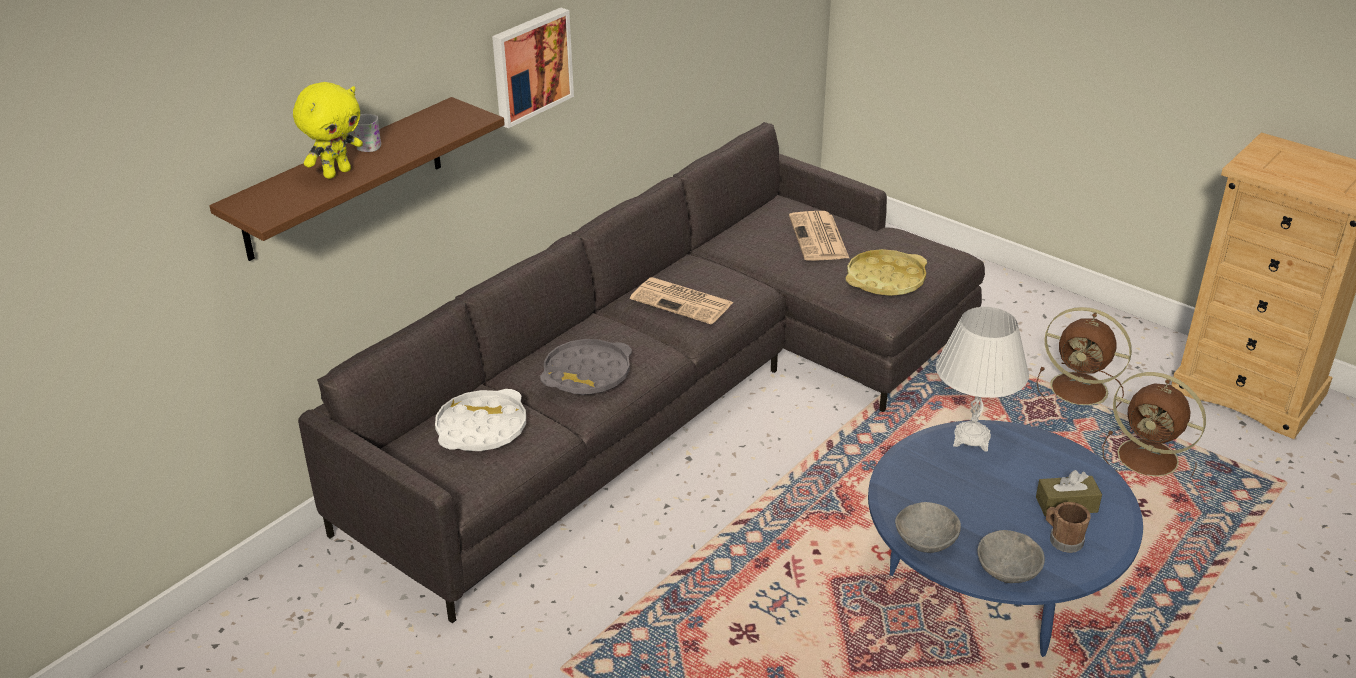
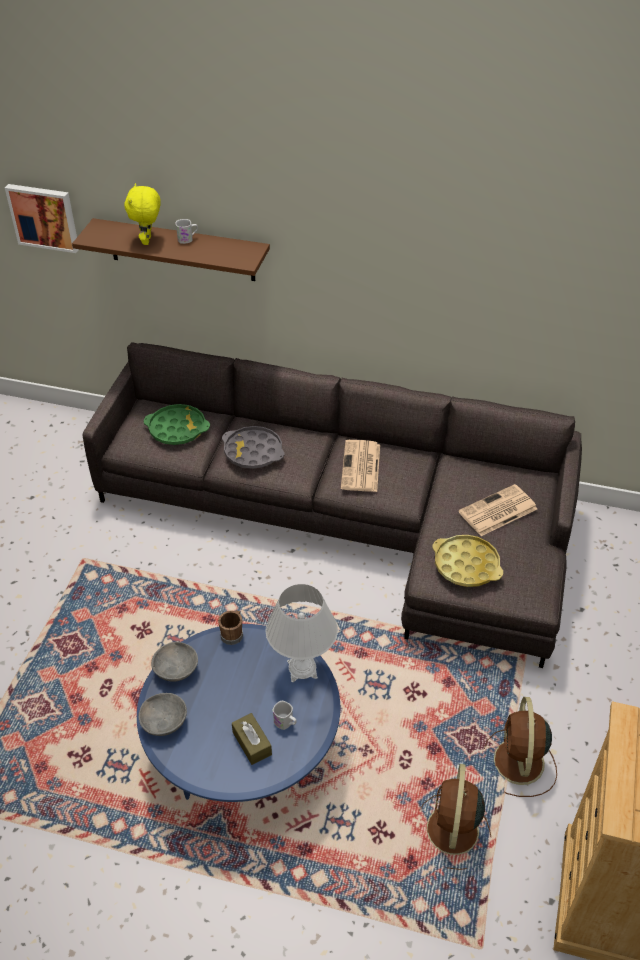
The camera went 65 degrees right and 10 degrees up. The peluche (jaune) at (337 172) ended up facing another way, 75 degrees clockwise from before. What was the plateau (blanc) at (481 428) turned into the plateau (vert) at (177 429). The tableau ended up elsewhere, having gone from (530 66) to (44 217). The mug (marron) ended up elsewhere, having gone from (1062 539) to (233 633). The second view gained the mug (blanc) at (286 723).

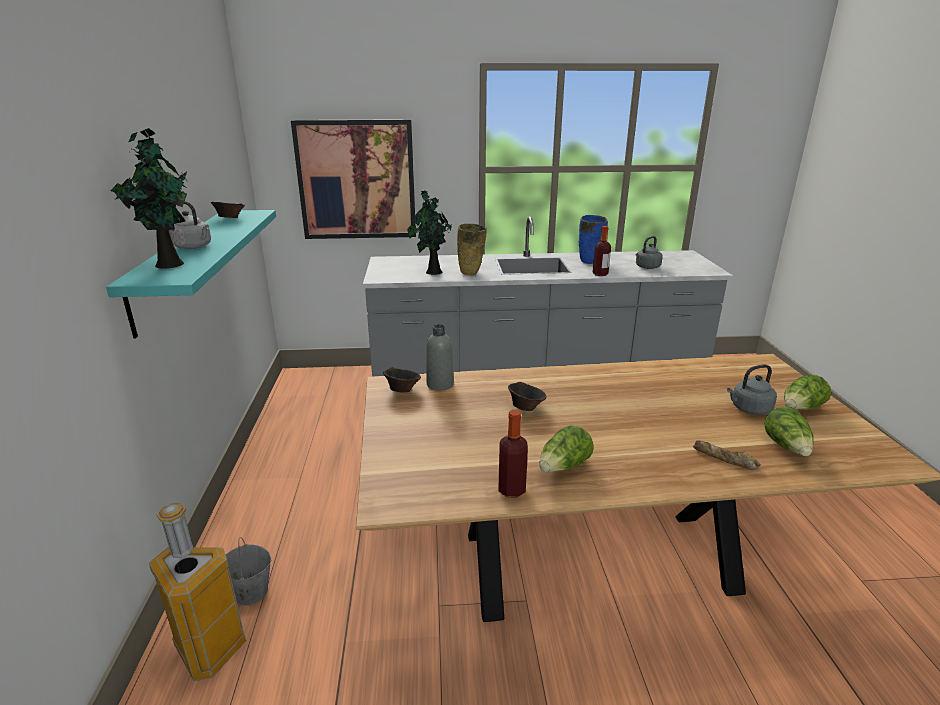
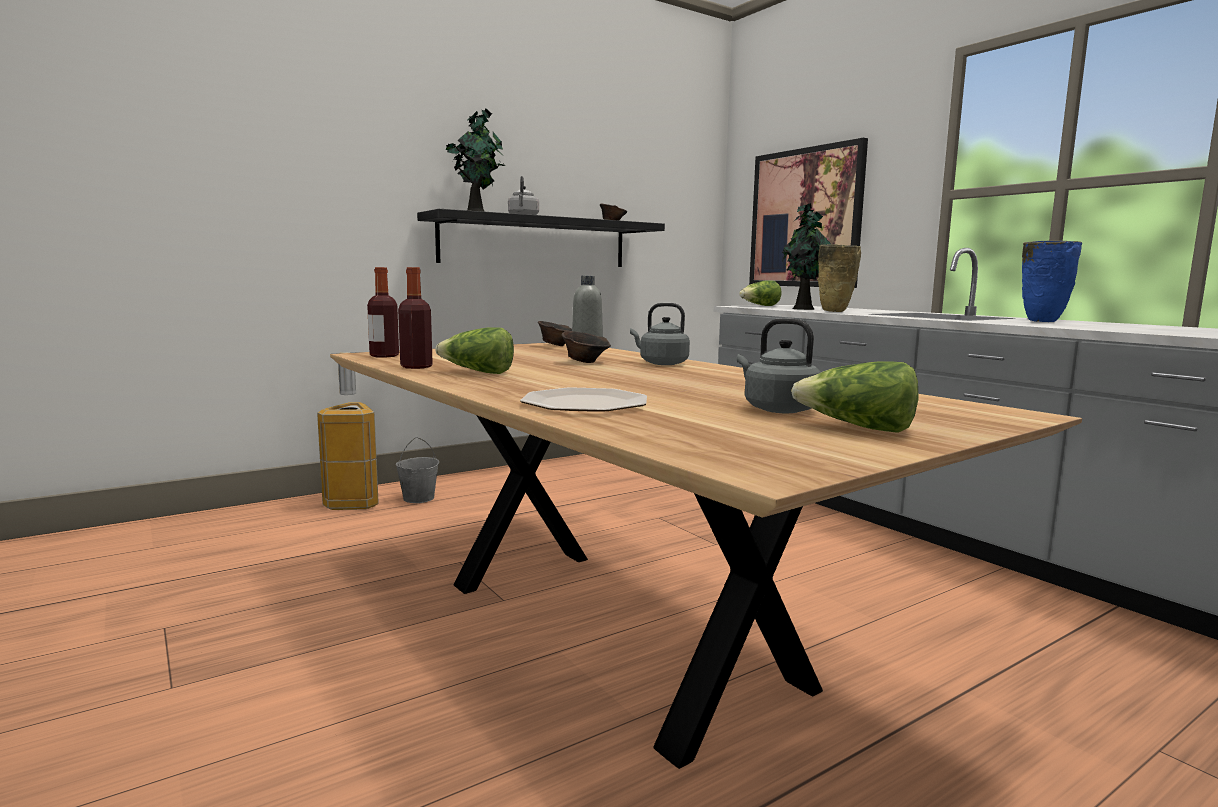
The camera went 60 degrees right and 15 degrees down. What was the étagère (turquoise) at (182 265) turned into the étagère (noir) at (535 242). The bouteille ended up elsewhere, having gone from (600 274) to (384 356). The bouilloire (gris) ended up elsewhere, having gone from (646 267) to (661 363). Where the pain stood at (725 459), the assiette came to stand at (586 404). The laitue ended up elsewhere, having gone from (787 447) to (760 306).

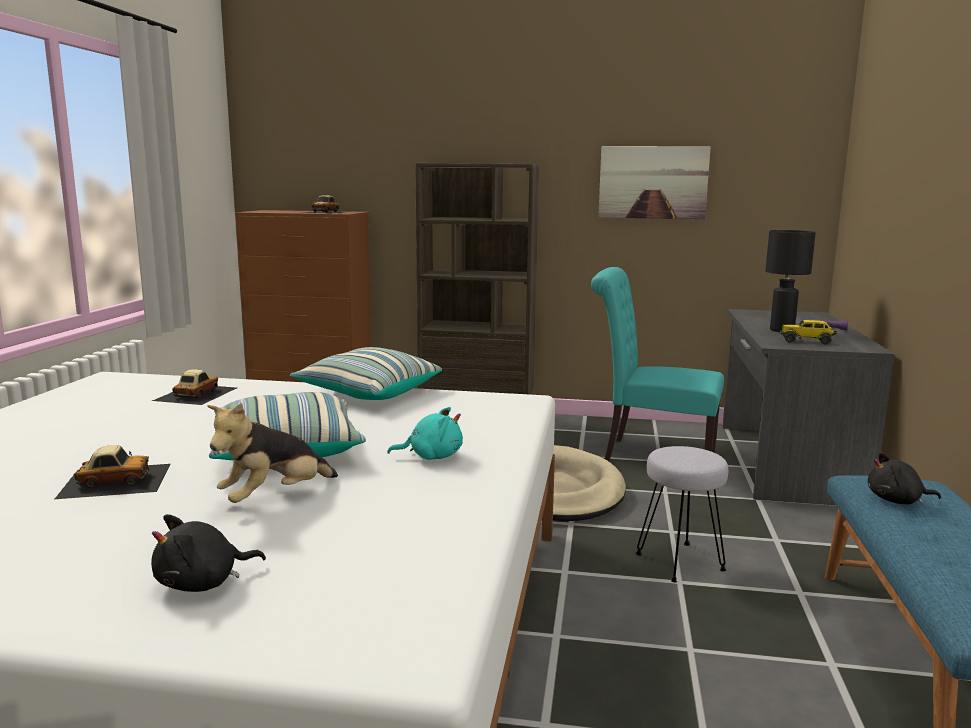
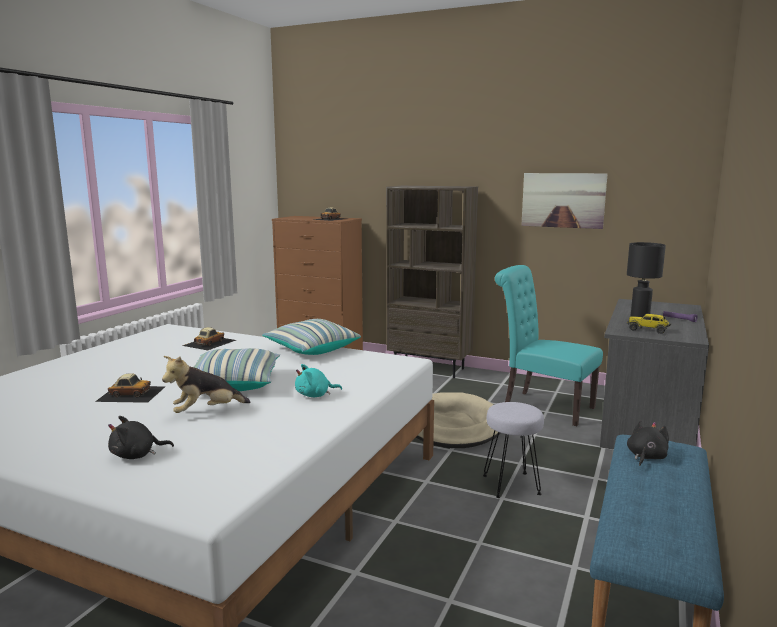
The camera went 15 degrees right and 0 degrees up. The peluche (turquoise) at (431 456) ended up facing another way, 150 degrees clockwise from before. The peluche (noir) at (897 501) ended up facing another way, 105 degrees clockwise from before.

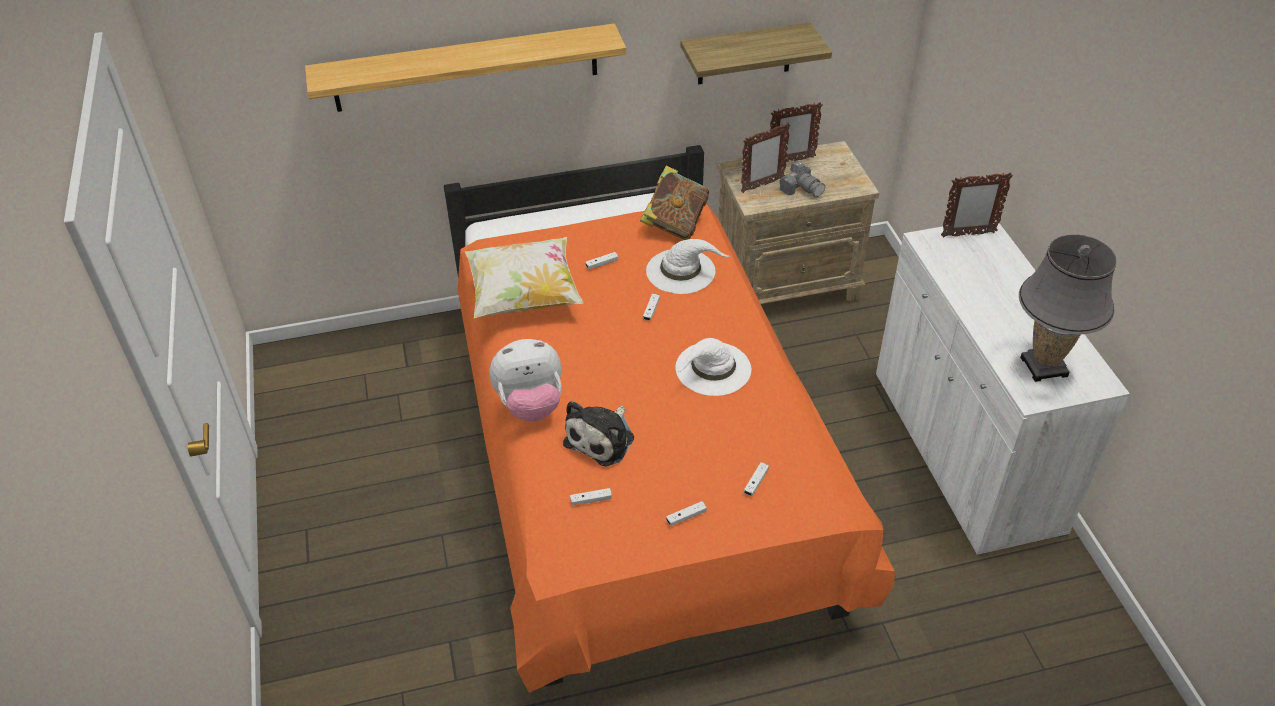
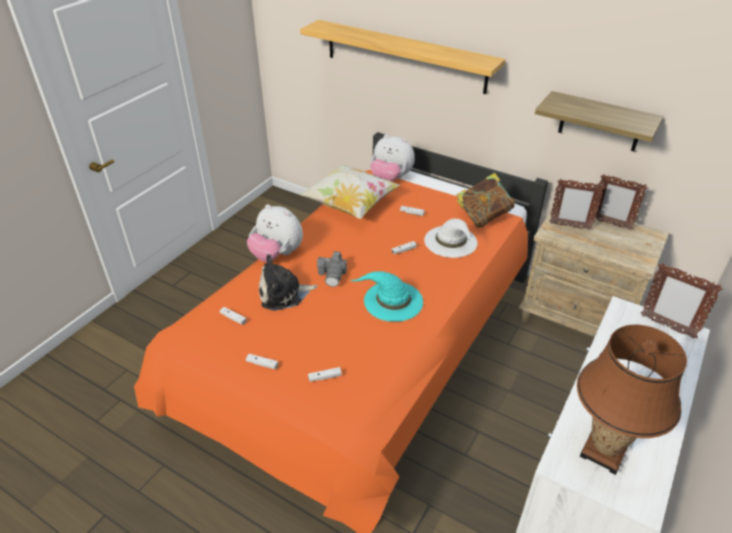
The camera went 45 degrees right and 5 degrees down. What was the chapeau (blanc) at (712 369) turned into the chapeau (turquoise) at (392 301). The appareil photo ended up elsewhere, having gone from (801 188) to (333 275). What was the lampe de table (gris) at (1044 366) turned into the lampe de table (marron) at (603 452). The second view gained the peluche at (390 179).

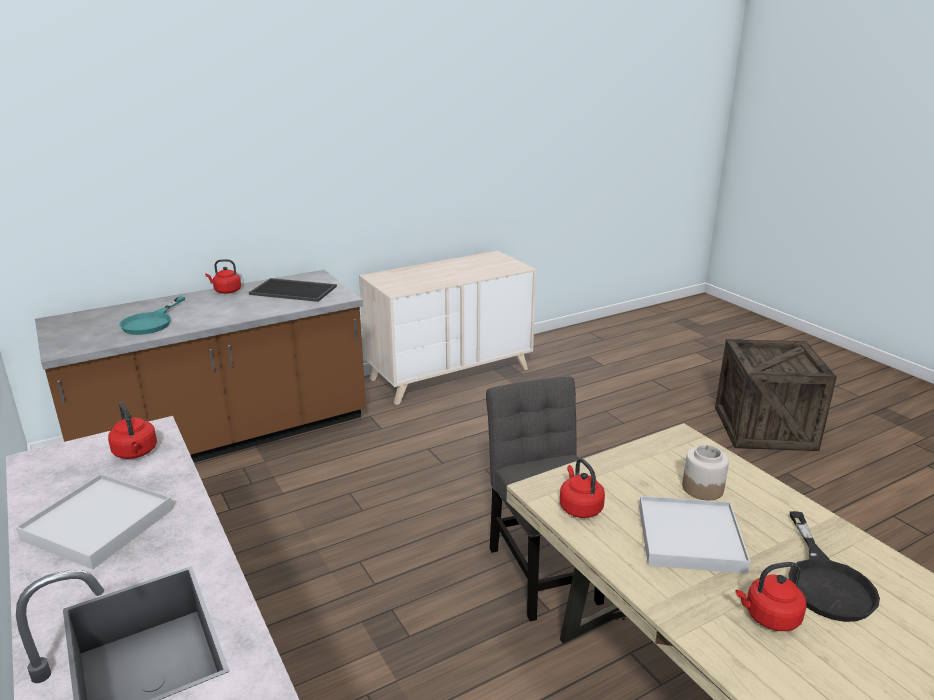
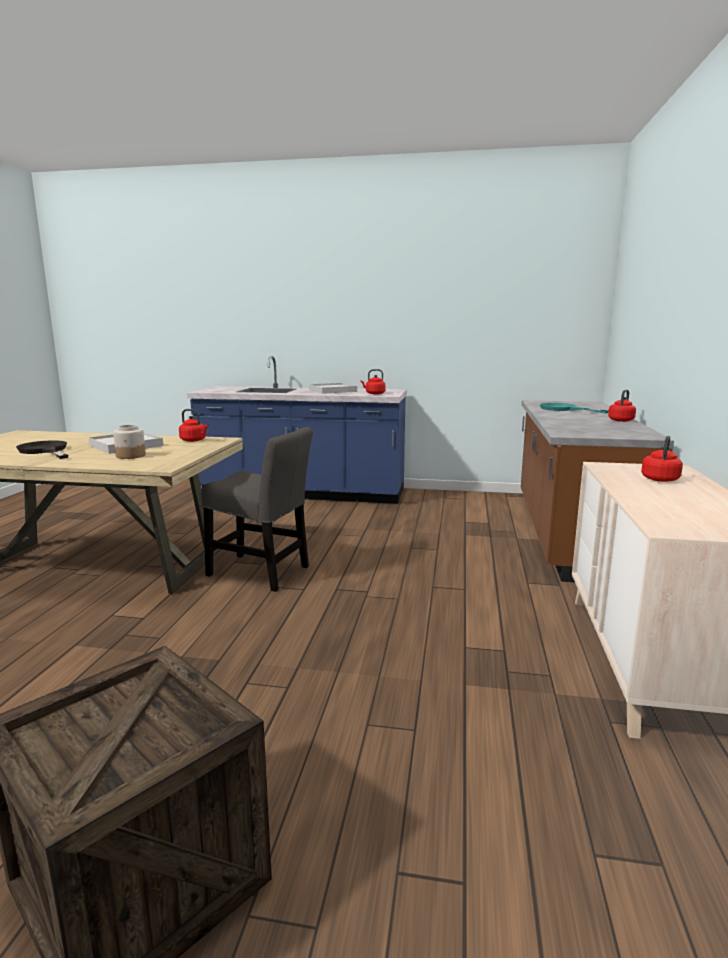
The camera went 130 degrees right and 10 degrees down. The second view lost the plateau at (294 290). The bouilloire (rouge) ended up elsewhere, having gone from (769 617) to (660 479).

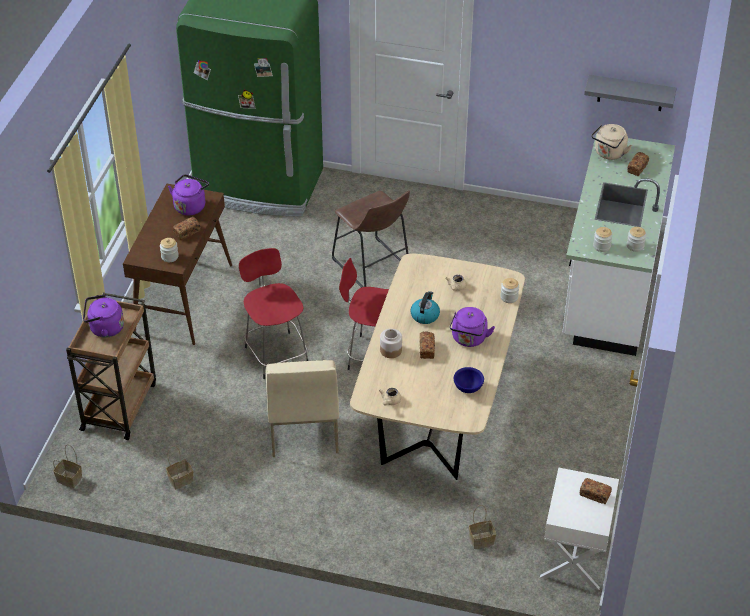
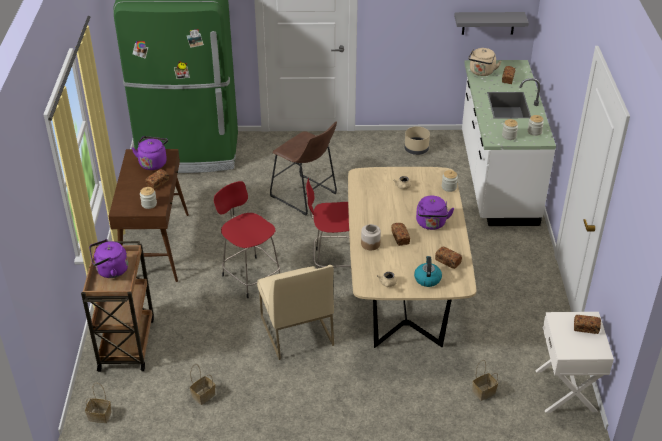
The camera went 15 degrees left and 5 degrees down. The bouilloire ended up elsewhere, having gone from (425 315) to (427 279). Where the bol (bleu) stood at (467 388), the pain came to stand at (447 261). The second view gained the cache-pot (beige) at (416 149).

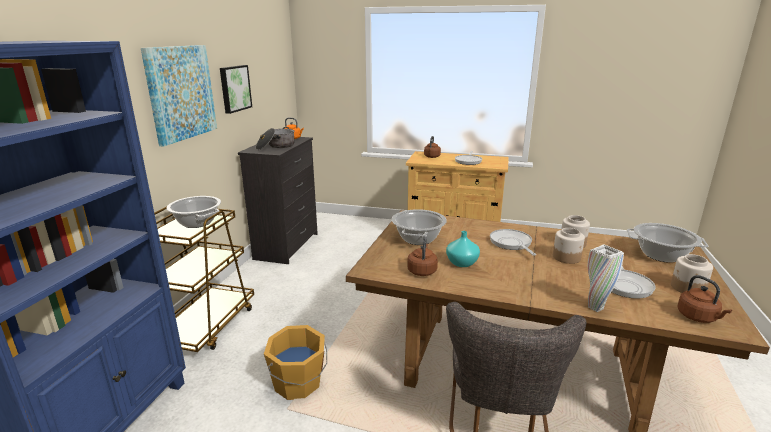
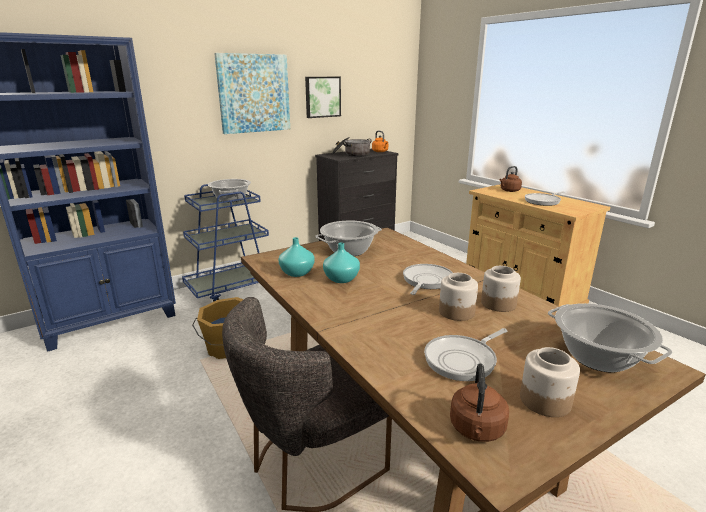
The camera went 40 degrees right and 0 degrees up. What was the chariot (marron) at (207 326) turned into the chariot (bleu) at (232 287). Where the bouilloire (marron) stood at (422 270), the vase (turquoise) came to stand at (297 272). The second view lost the vase (blanc) at (595 308).

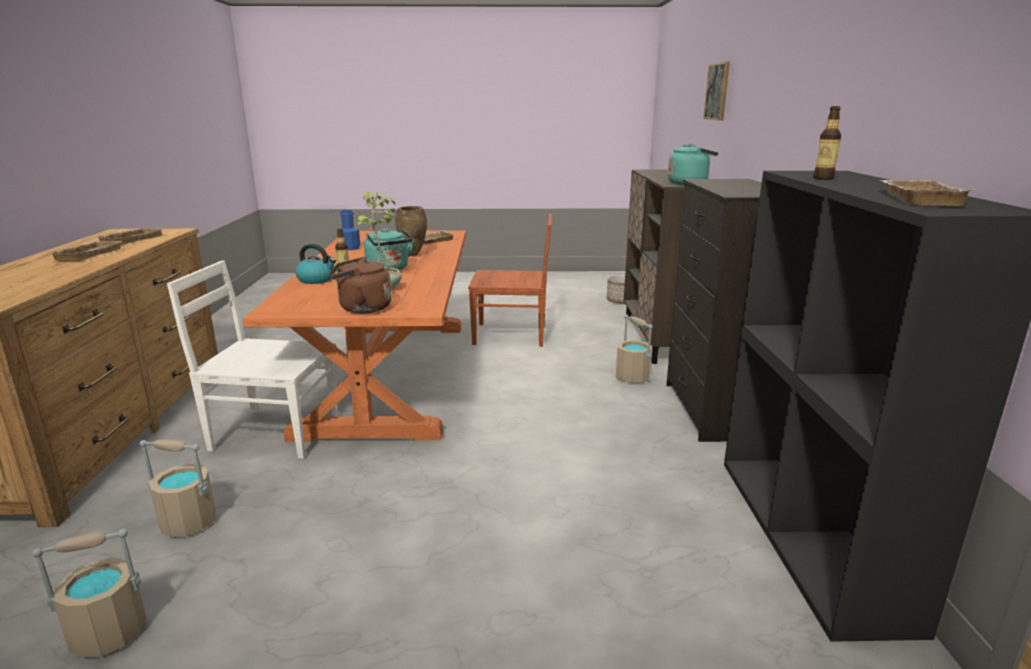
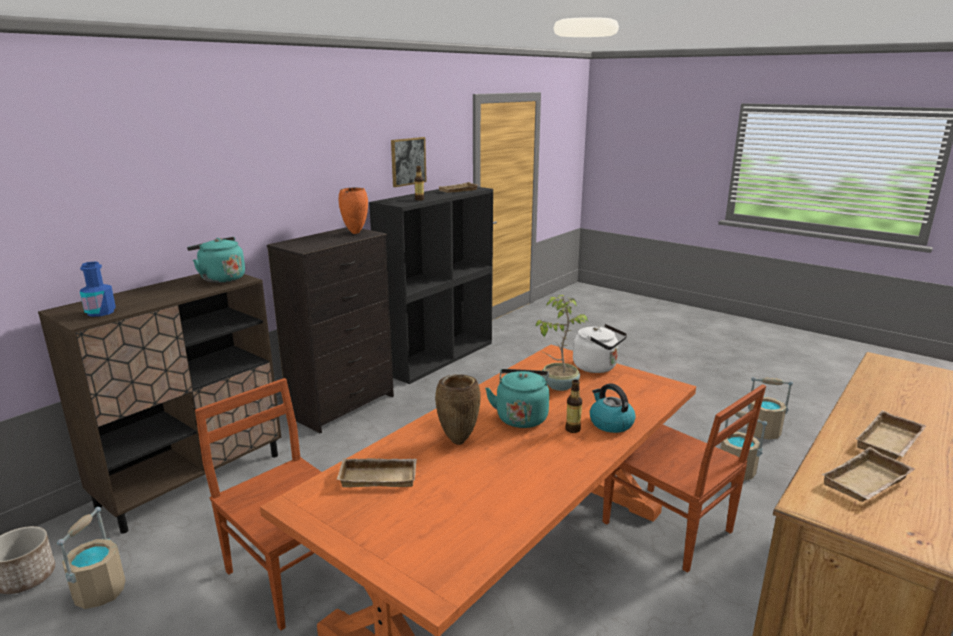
The camera went 140 degrees left and 0 degrees up. What was the chaise (blanc) at (273 432) turned into the chaise (marron) at (669 528). What was the bouilloire (marron) at (361 308) turned into the bouilloire (blanc) at (597 367). The bouteille (bleu) ended up elsewhere, having gone from (349 248) to (100 312). The seau (beige) ended up elsewhere, having gone from (632 377) to (100 592). The tableau ended up elsewhere, having gone from (717 91) to (408 161). The second view gained the vase (orange) at (355 233).

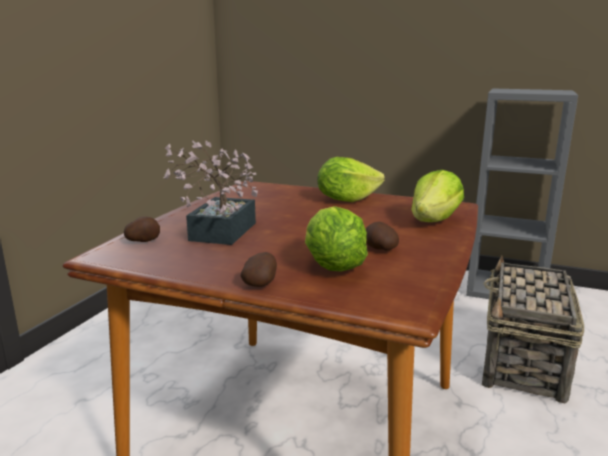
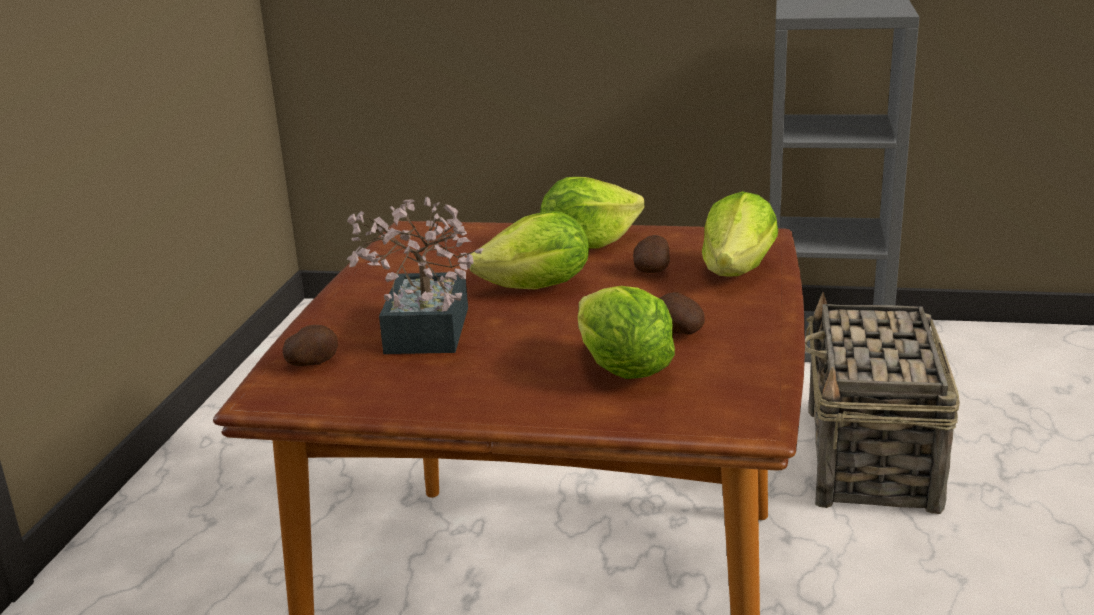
The camera went 10 degrees left and 5 degrees up. The pomme de terre ended up elsewhere, having gone from (261 284) to (652 271). The second view gained the laitue at (537 288).

